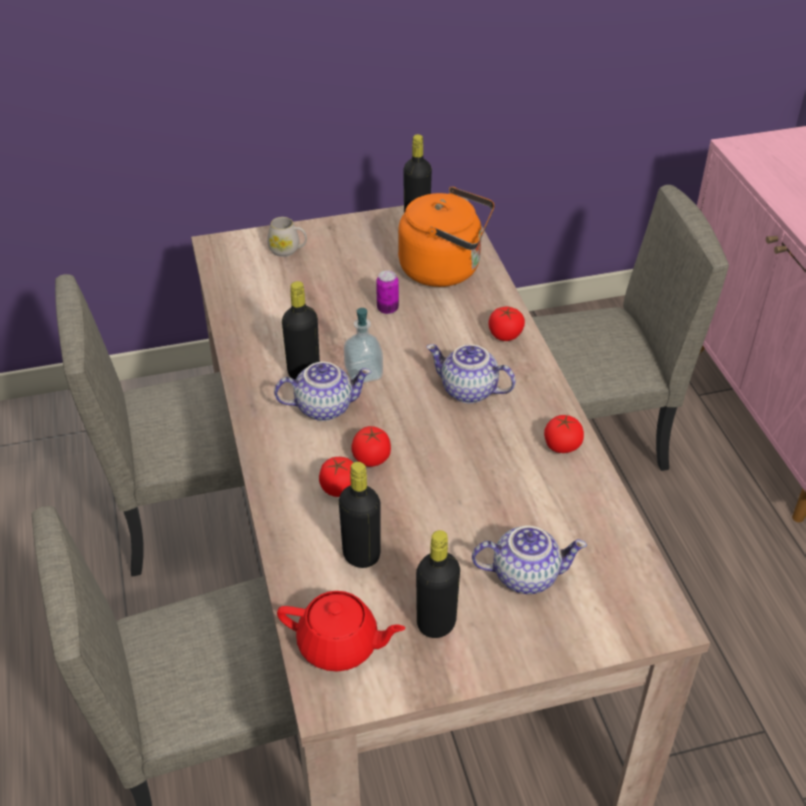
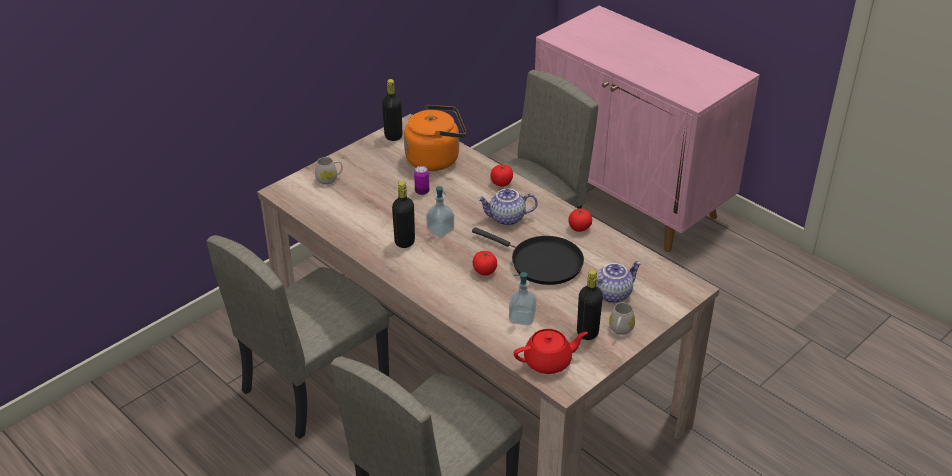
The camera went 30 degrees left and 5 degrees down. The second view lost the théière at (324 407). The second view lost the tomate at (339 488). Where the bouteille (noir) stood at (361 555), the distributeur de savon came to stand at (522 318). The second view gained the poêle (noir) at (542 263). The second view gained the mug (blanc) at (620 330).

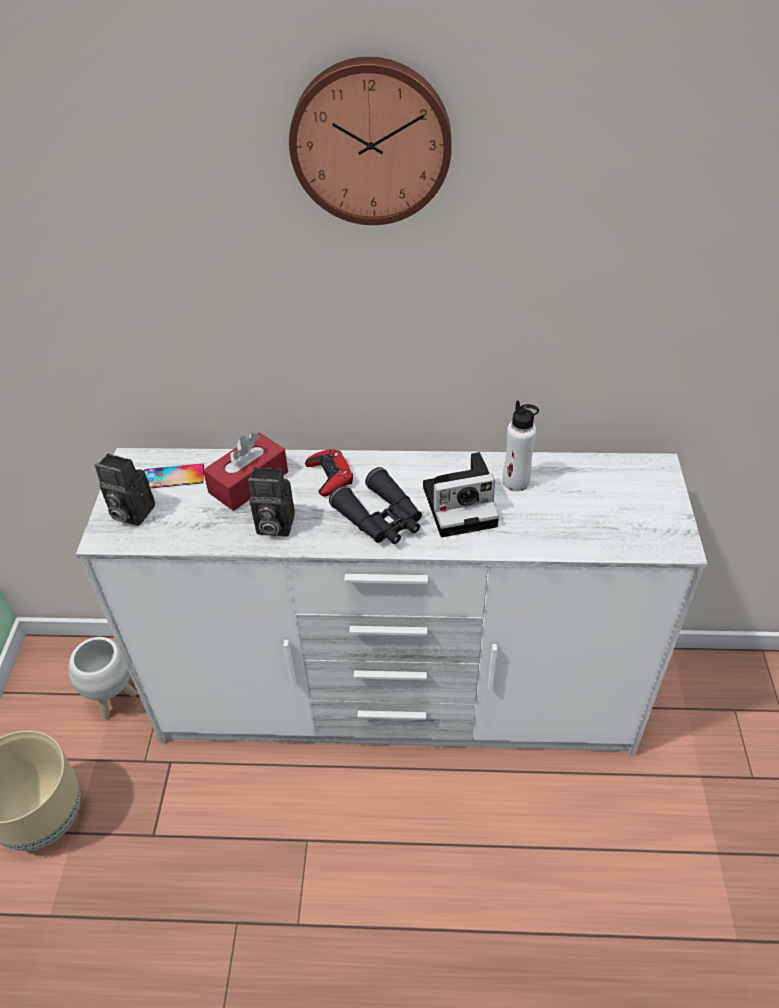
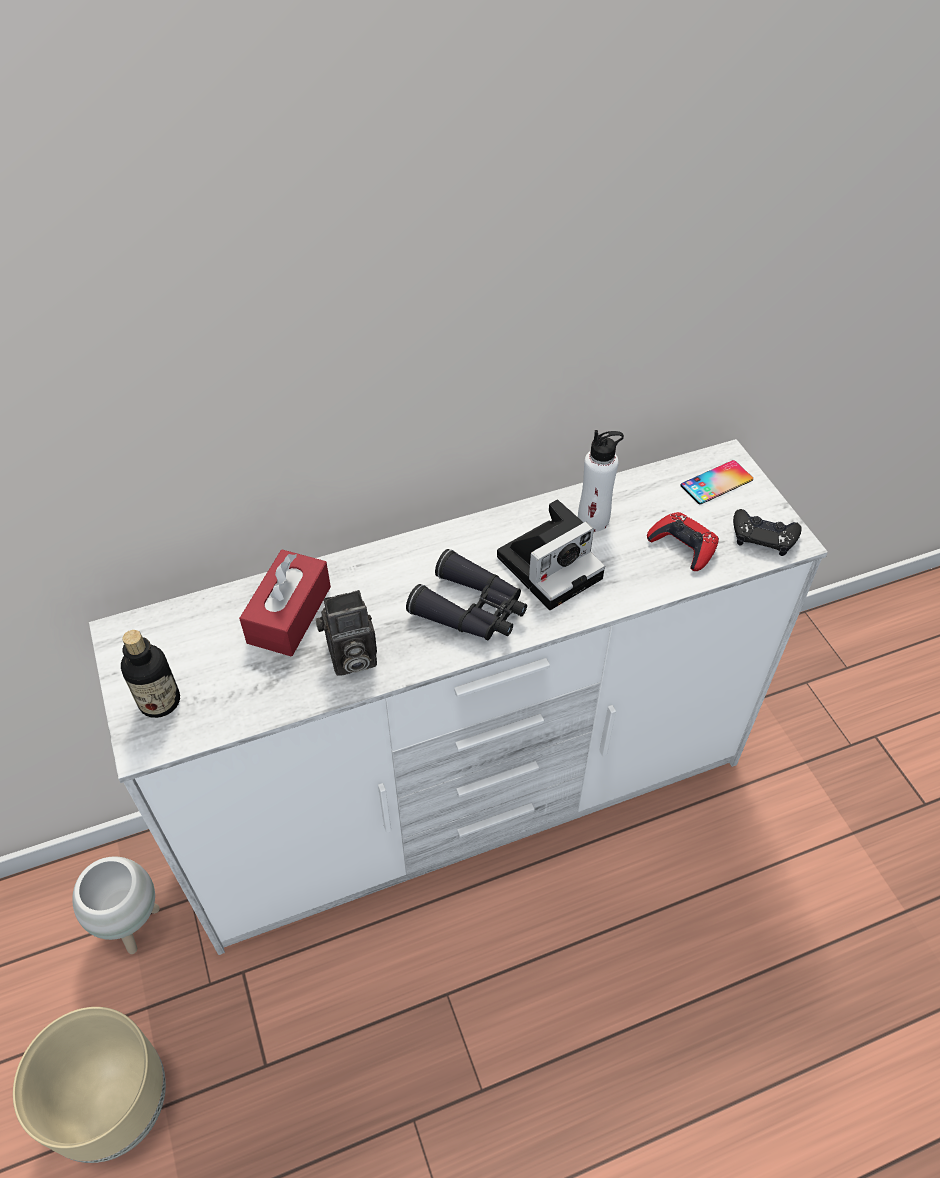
The camera went 25 degrees left and 5 degrees up. Where the appareil photo stood at (130 513), the bouteille came to stand at (160 701). The téléphone ended up elsewhere, having gone from (173 476) to (716 482). The second view lost the horloge murale at (371 141). The manette (rouge) ended up elsewhere, having gone from (330 476) to (683 546). The second view gained the manette (noir) at (763 536).

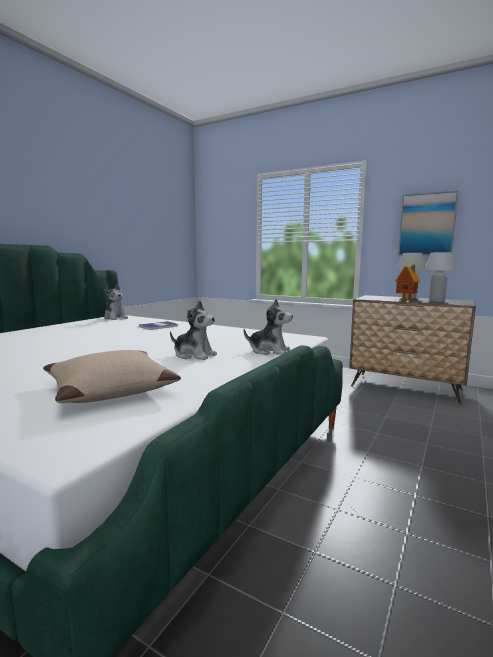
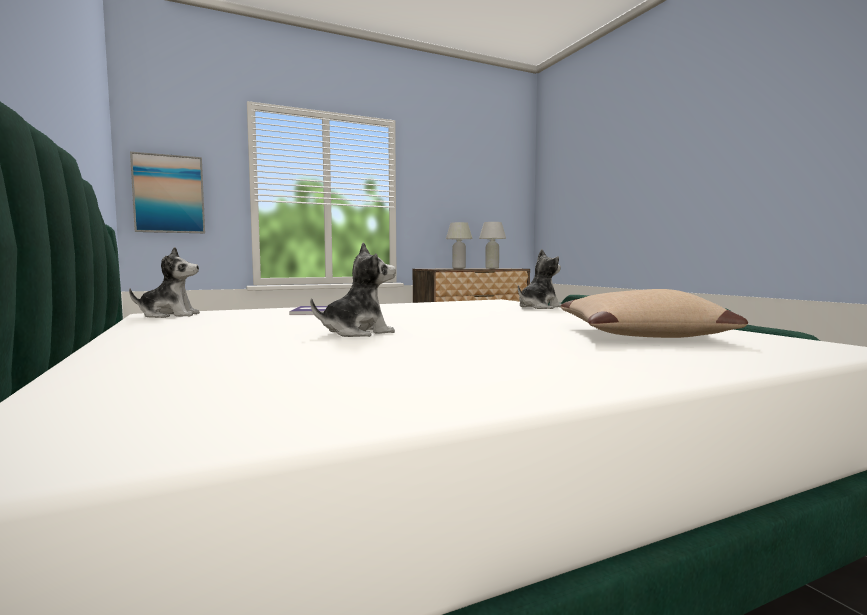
The camera went 55 degrees left and 5 degrees down. The peluche ended up elsewhere, having gone from (194 355) to (357 333). The second view lost the maison miniature at (407 300). The tableau ended up elsewhere, having gone from (427 224) to (169 194).

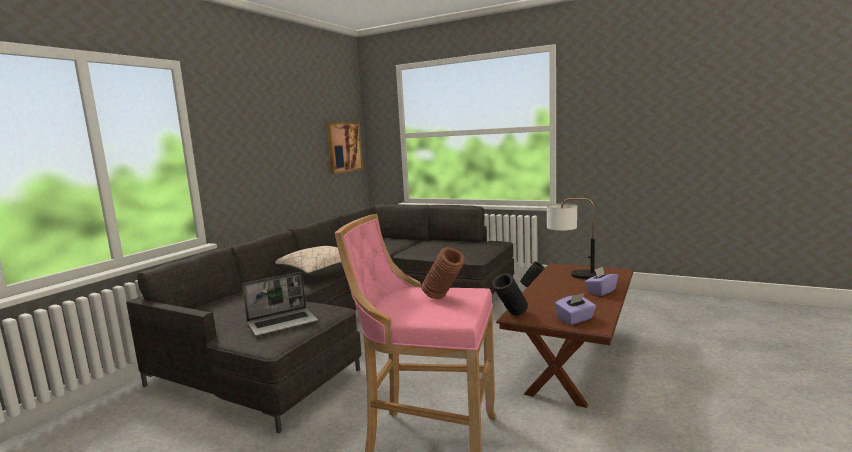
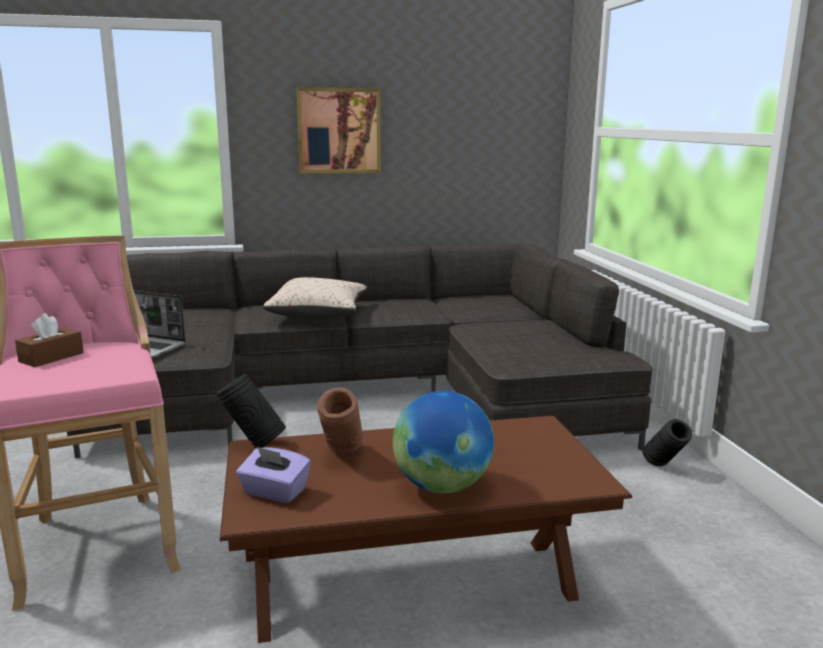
The camera went 50 degrees right and 5 degrees up. The tableau ended up elsewhere, having gone from (344 147) to (339 131). The vase (marron) ended up elsewhere, having gone from (444 299) to (341 456). The second view lost the lampe de table at (571 274). Where the boîte à mouchoirs (violet) stood at (601 291), the globe came to stand at (441 486). The second view gained the boîte à mouchoirs (marron) at (51 357).

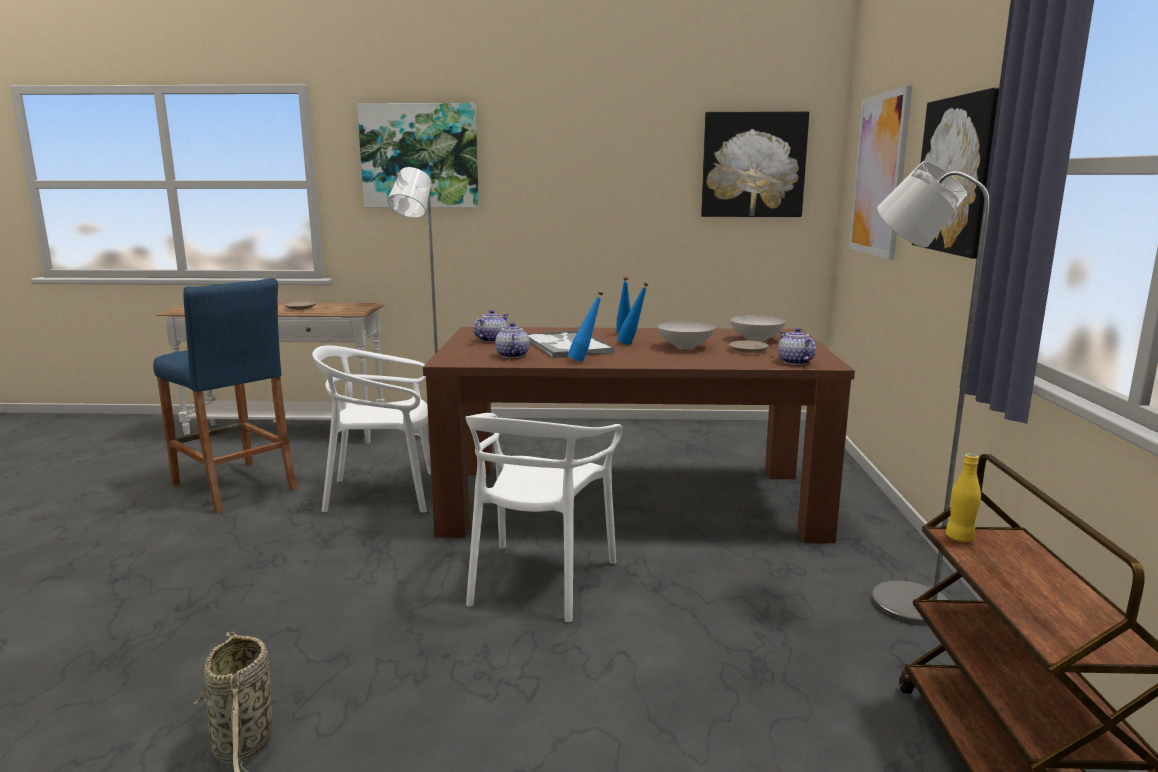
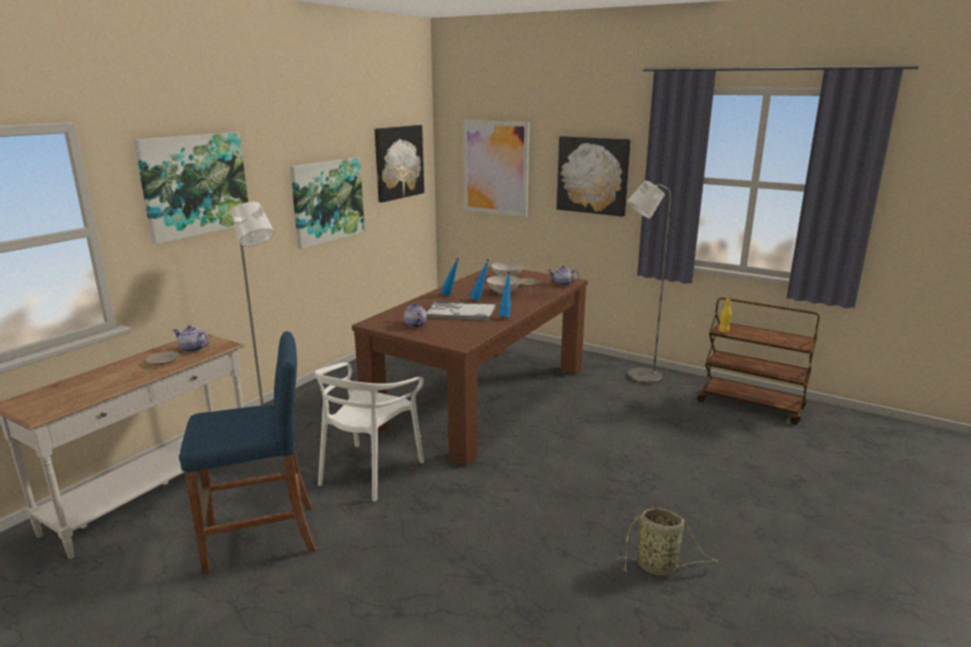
The camera went 60 degrees left and 5 degrees up. The second view lost the chaise (blanc) at (539 580). The théière ended up elsewhere, having gone from (511 355) to (192 349). The second view gained the tableau at (327 201).

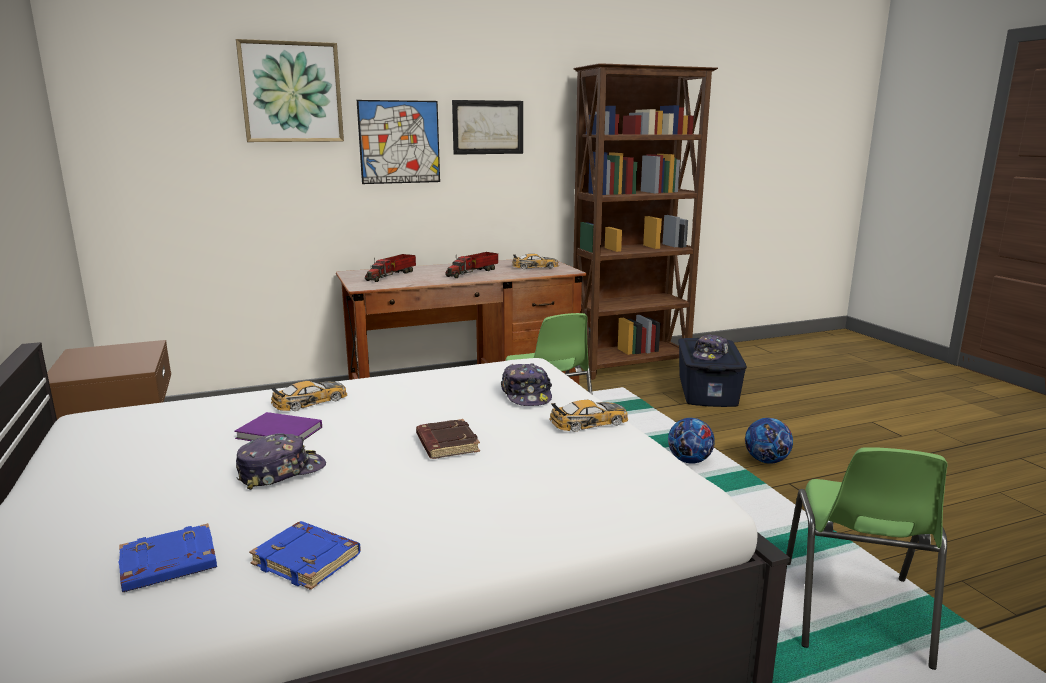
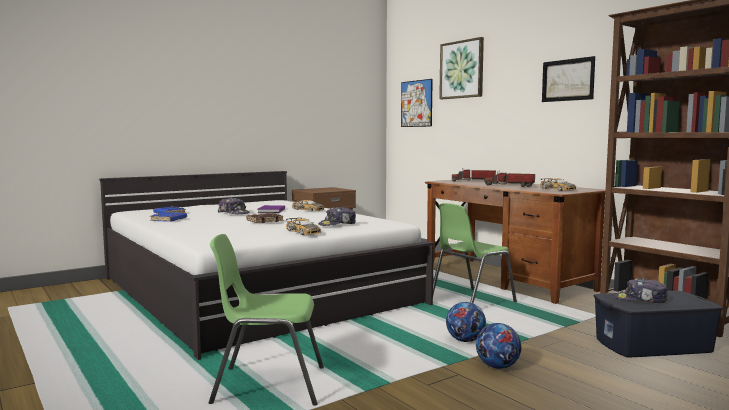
The camera went 75 degrees right and 10 degrees down. The tableau ended up elsewhere, having gone from (399 142) to (416 103).

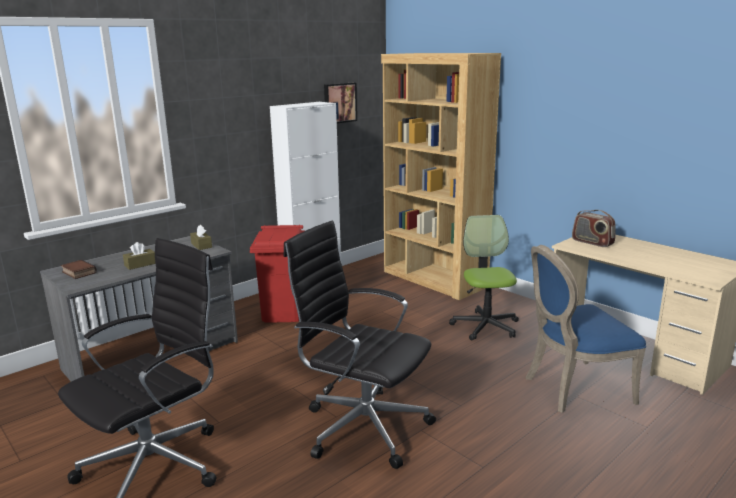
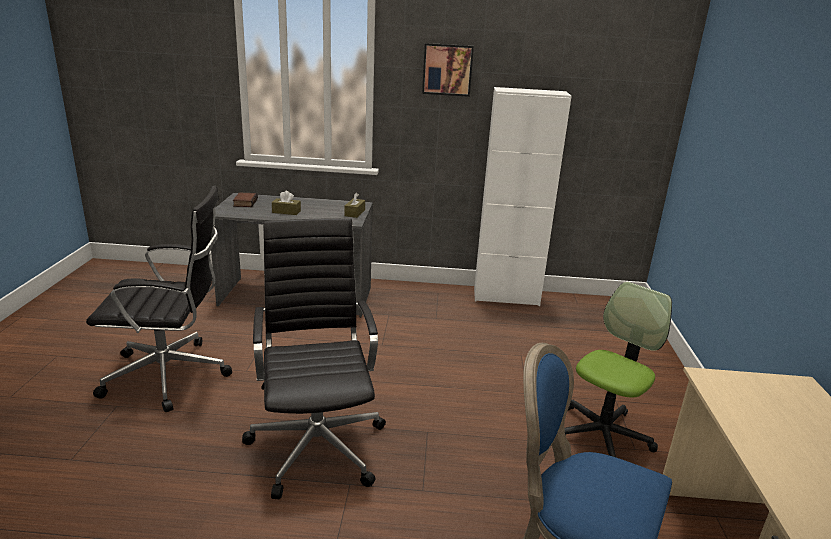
The camera went 45 degrees right and 5 degrees up. The second view lost the poubelle (rouge) at (284 313). The tableau ended up elsewhere, having gone from (339 103) to (447 69). The second view lost the bibliothèque (marron) at (434 279). The second view lost the radio at (592 242).

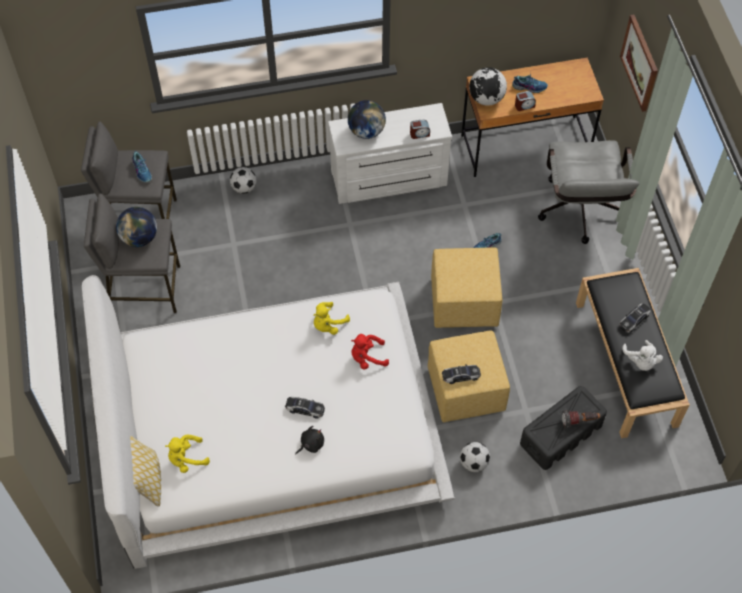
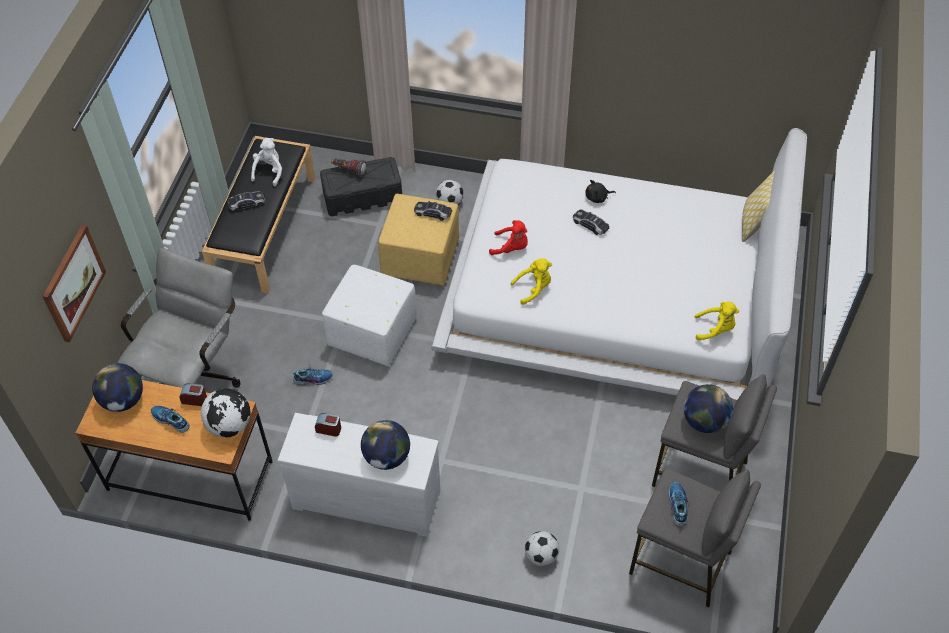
The camera went 155 degrees left and 5 degrees down. The peluche (jaune) ended up elsewhere, having gone from (186 459) to (715 329). What was the pouf (jaune) at (464 301) turned into the pouf (blanc) at (371 333). The second view gained the globe at (123 400).

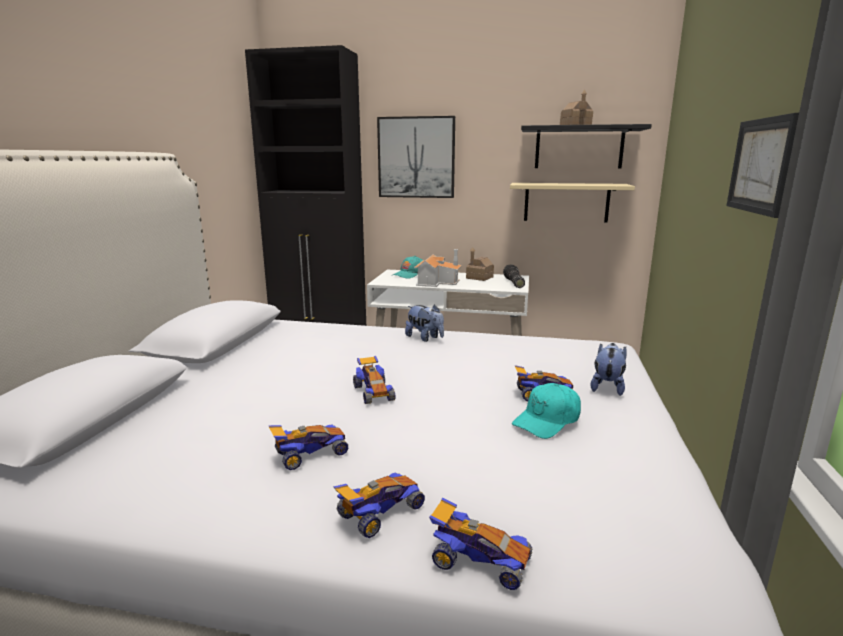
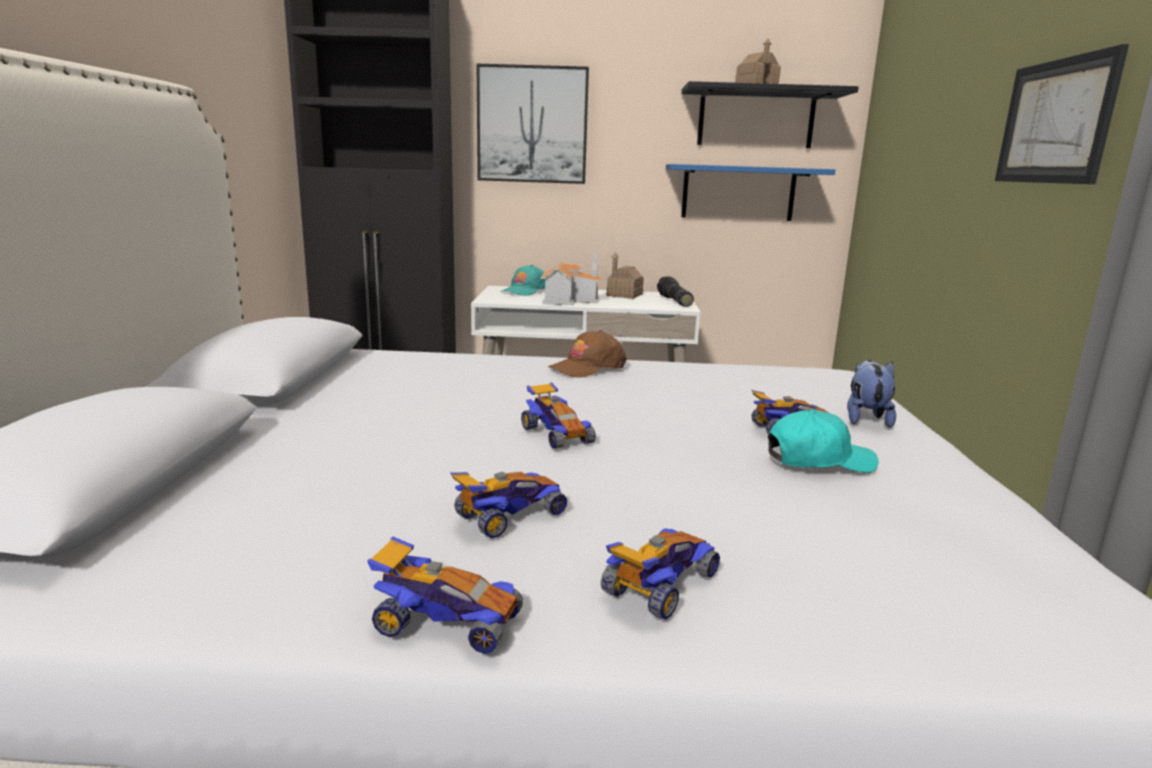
The camera went 10 degrees left and 0 degrees up. Where the peluche stood at (425 338), the casquette (marron) came to stand at (587 367). The petite voiture ended up elsewhere, having gone from (478 561) to (445 622). What was the étagère (beige) at (566 202) turned into the étagère (bleu) at (738 193). The casquette (turquoise) at (547 421) ended up facing another way, 135 degrees counterclockwise from before.

